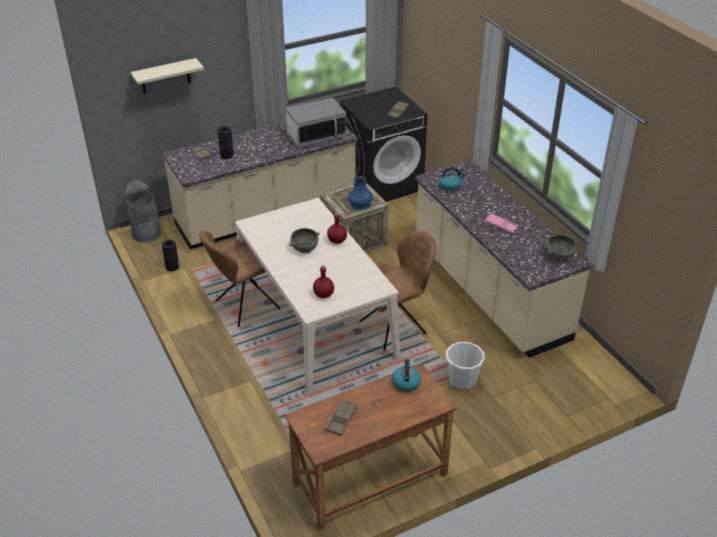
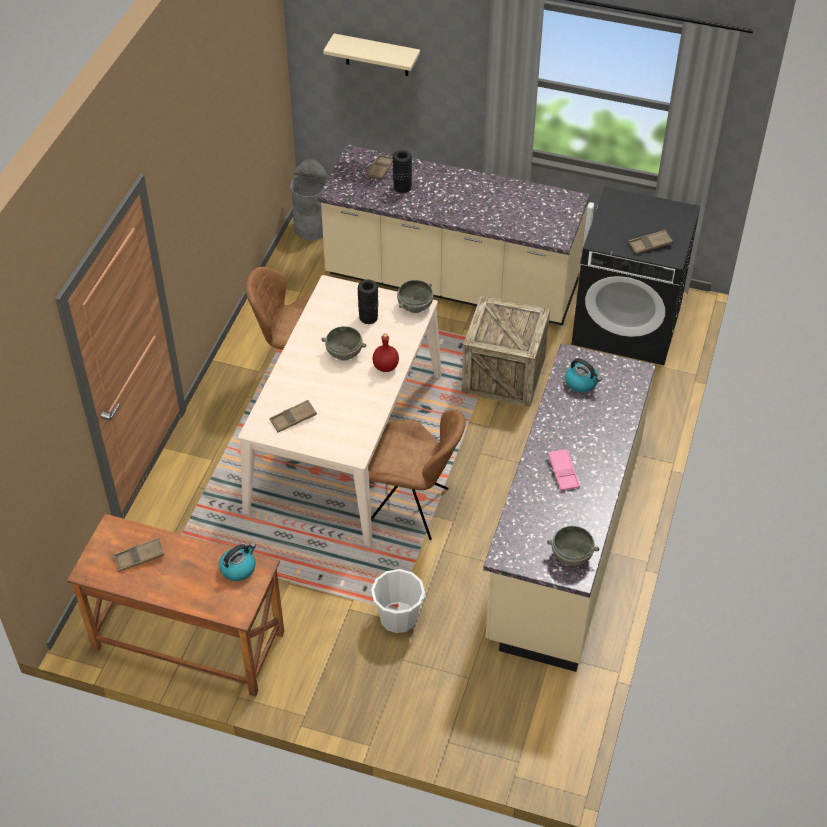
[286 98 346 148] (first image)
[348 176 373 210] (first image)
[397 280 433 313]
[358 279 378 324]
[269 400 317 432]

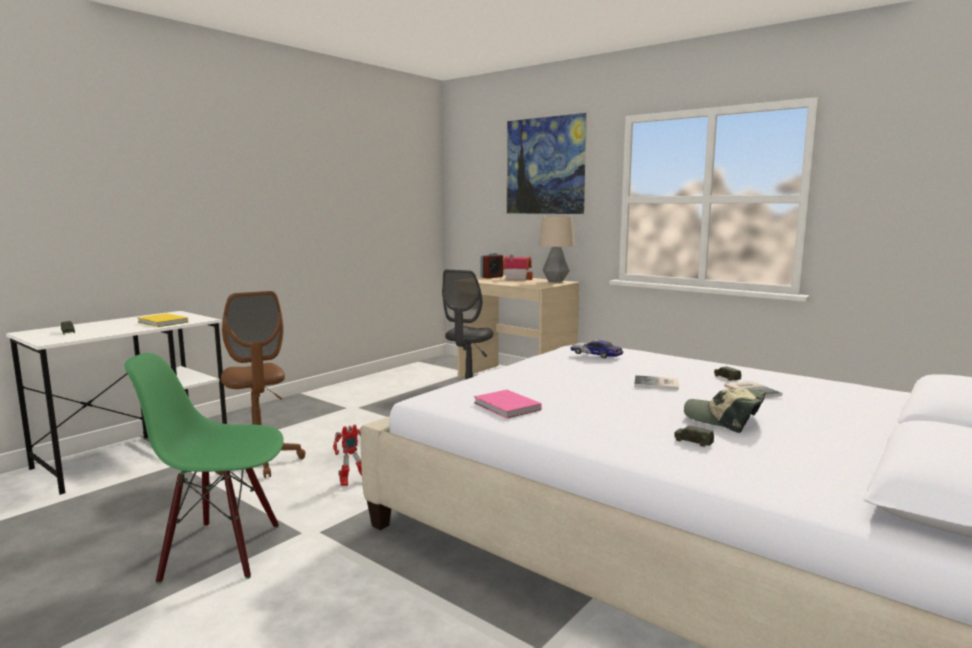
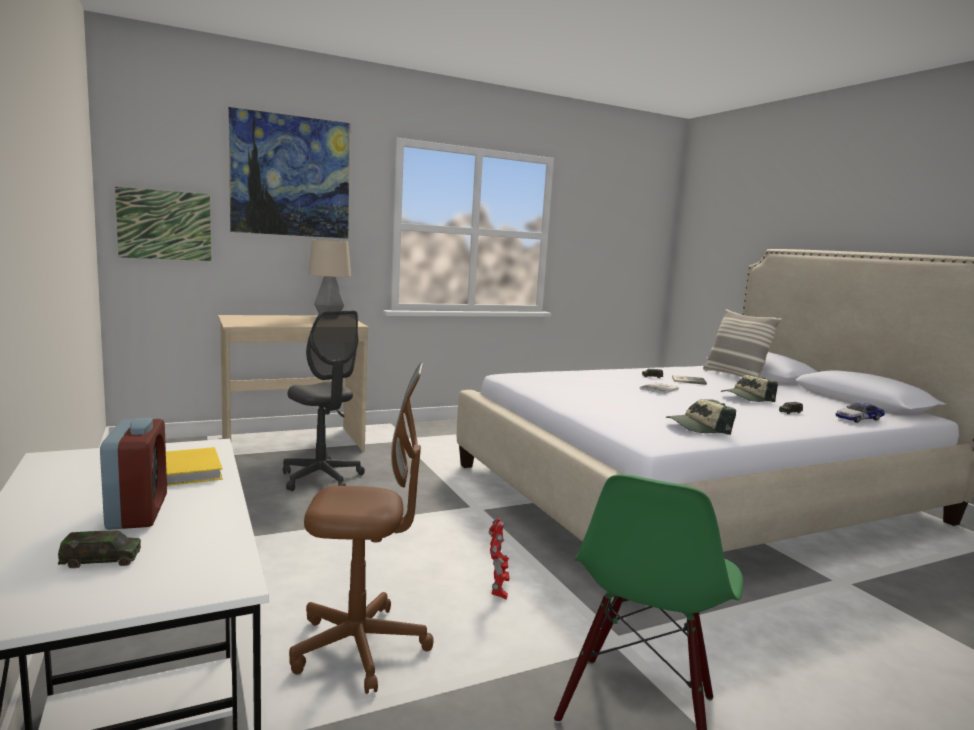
[503 255 533 281] (first image)
[115 187 211 261]
[703 309 782 377]
[100 418 167 530]
[836 402 885 423]
[666 399 736 435]

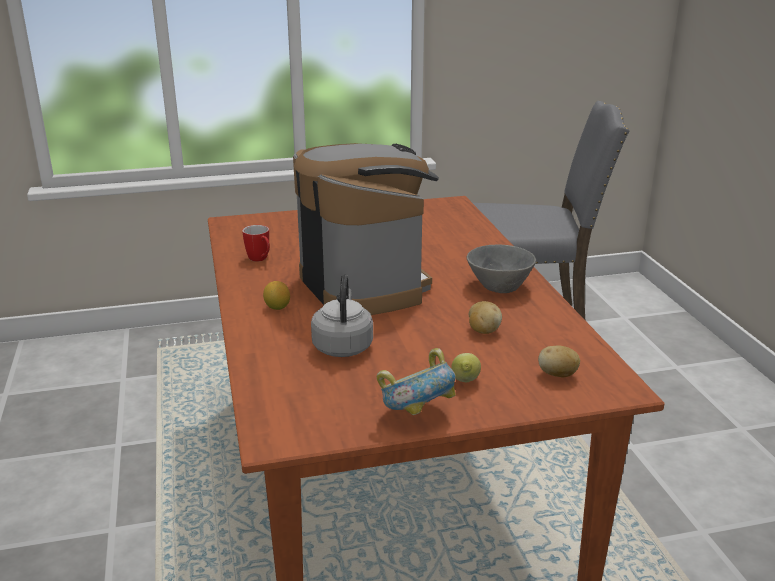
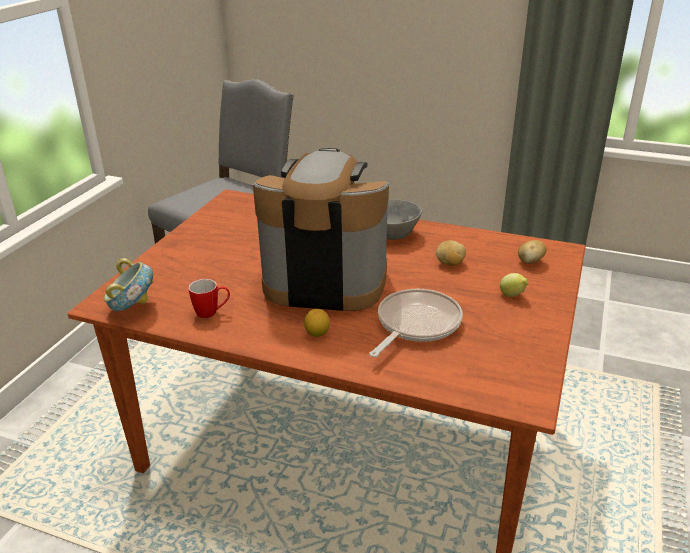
[104 258 153 311]
[369 289 463 357]

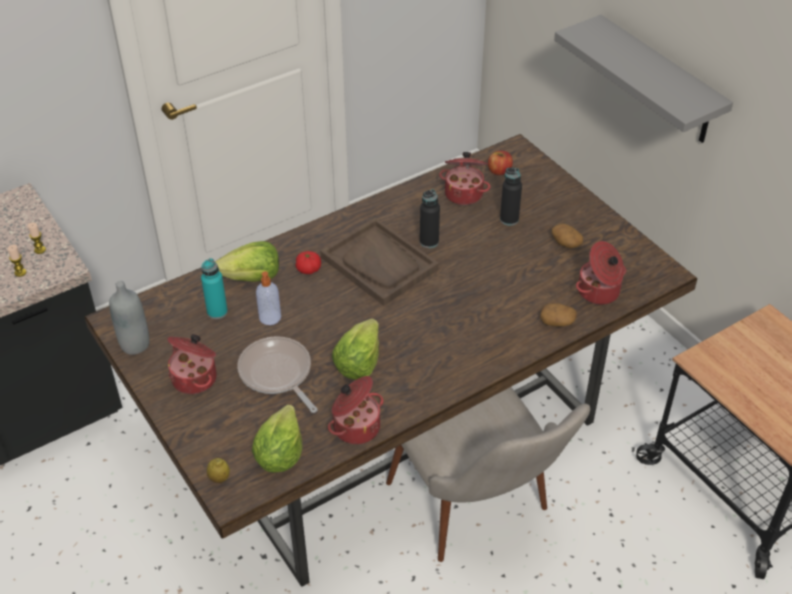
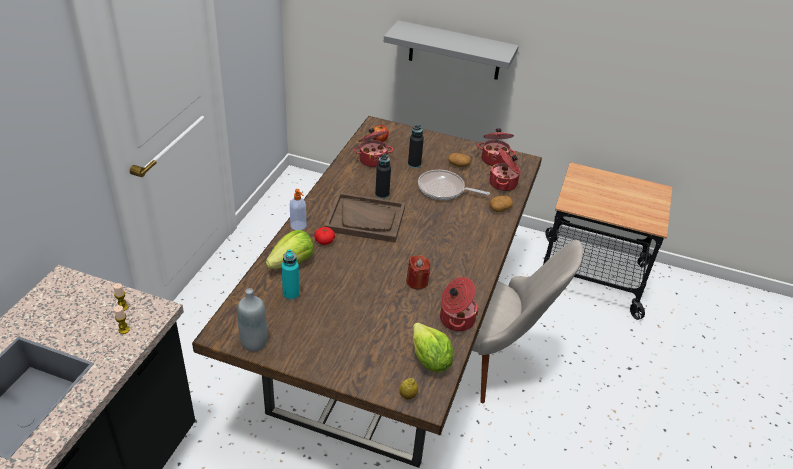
[477 128 516 166]
[418 170 490 200]
[290 189 306 230]
[406 255 430 290]

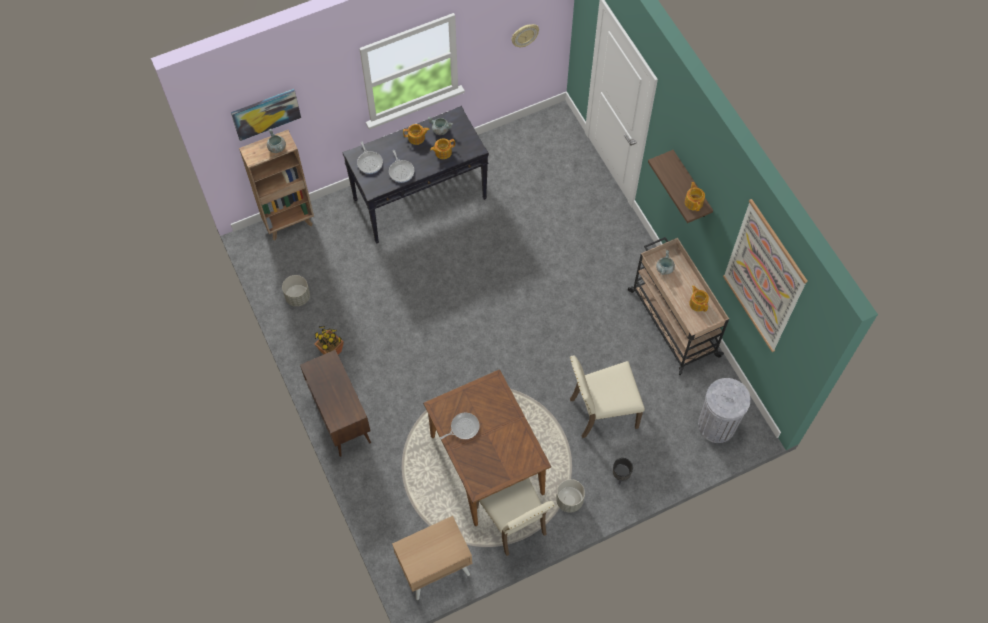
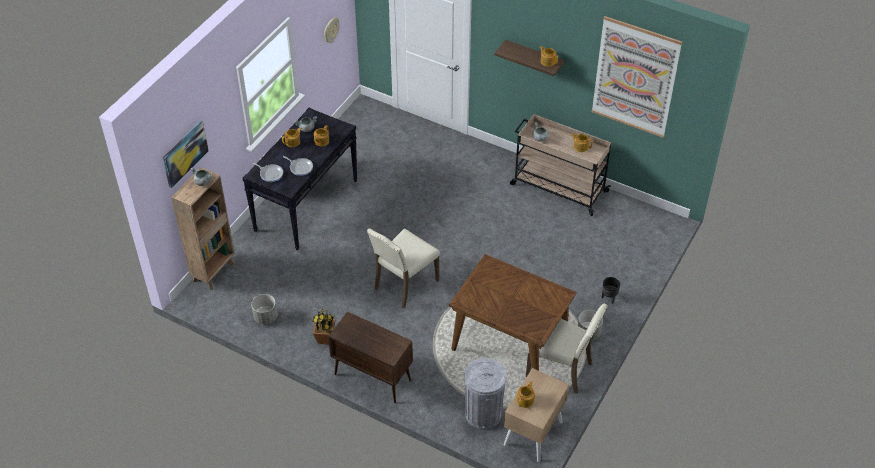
[440 413 479 439] (first image)
[516 382 535 408]
[367 228 440 309]
[464 358 507 430]

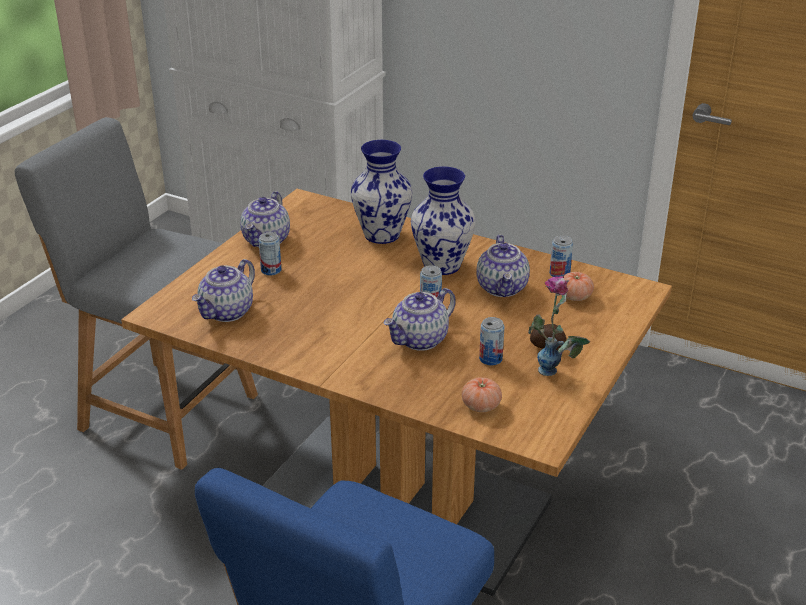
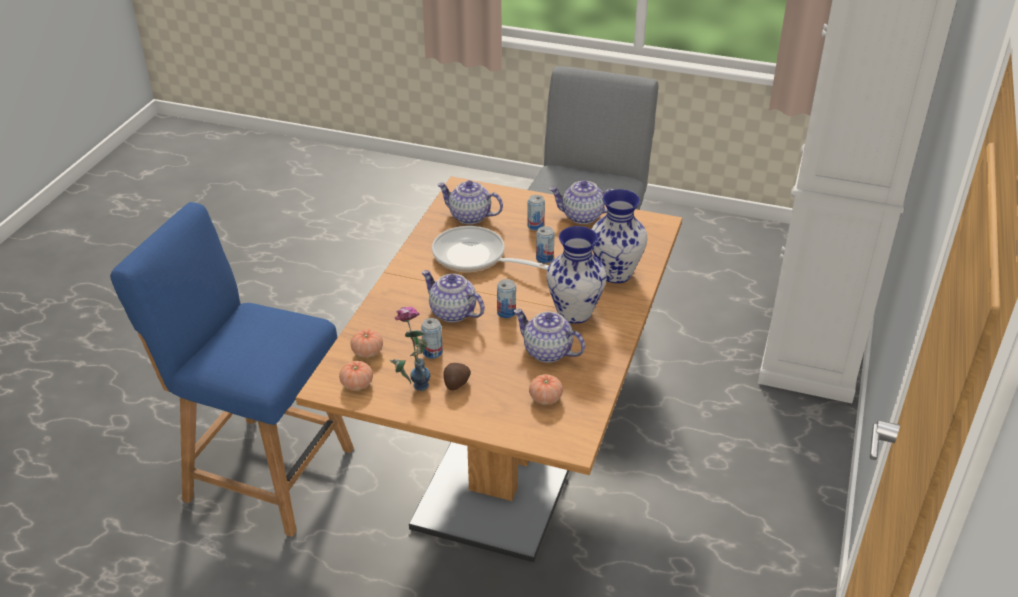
[339 361 373 390]
[432 226 549 272]
[536 226 555 263]
[513 309 585 363]

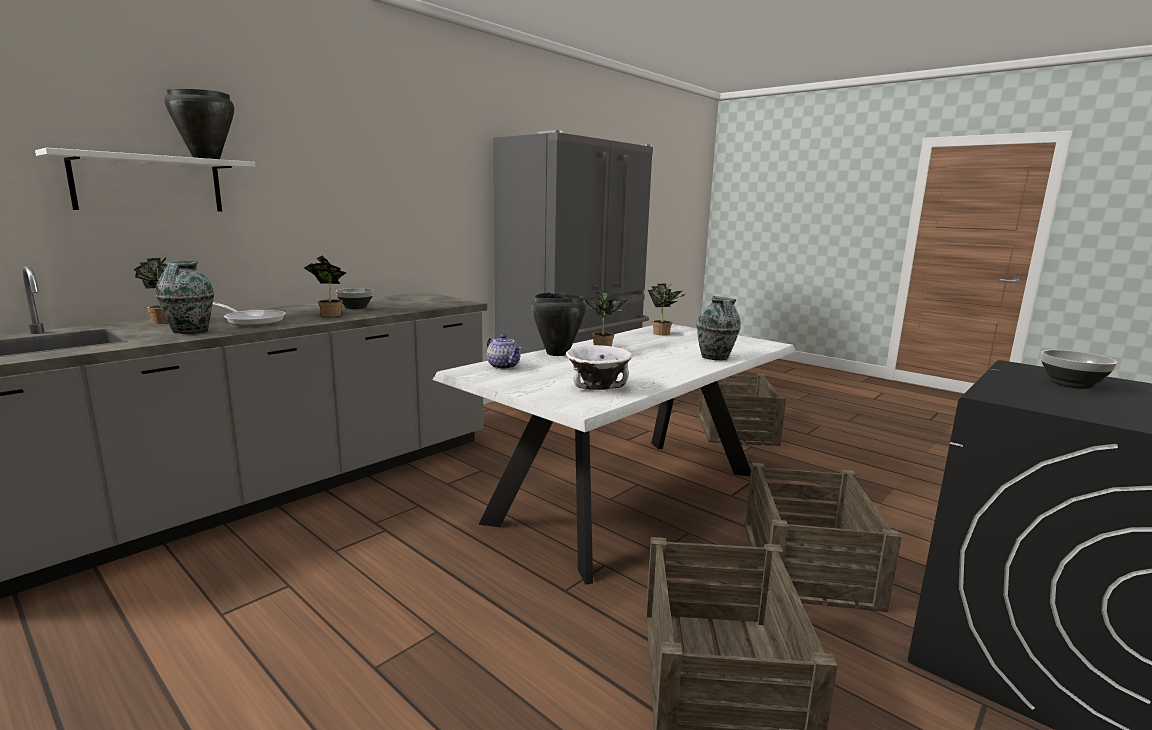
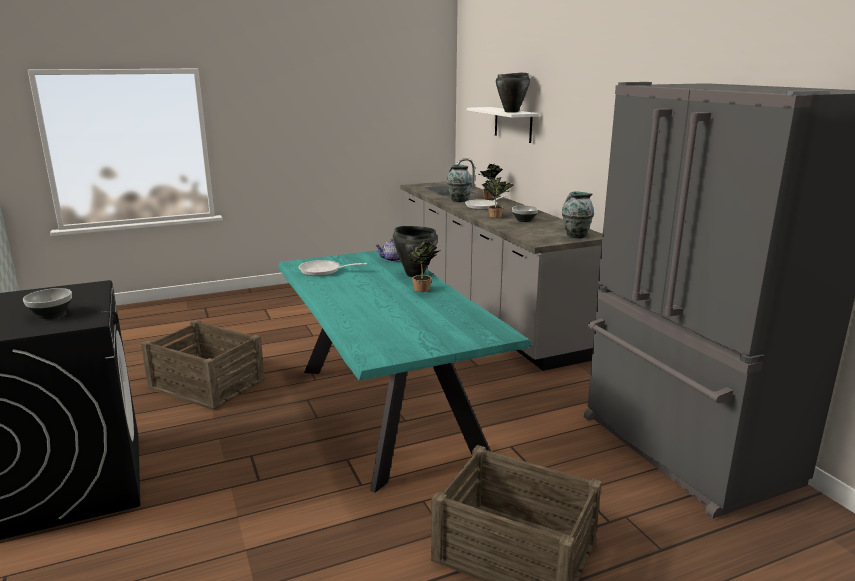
[648 284 685 336] (first image)
[744 463 902 612] (first image)
[562 191 594 238]
[298 260 367 276]
[278 250 533 493]

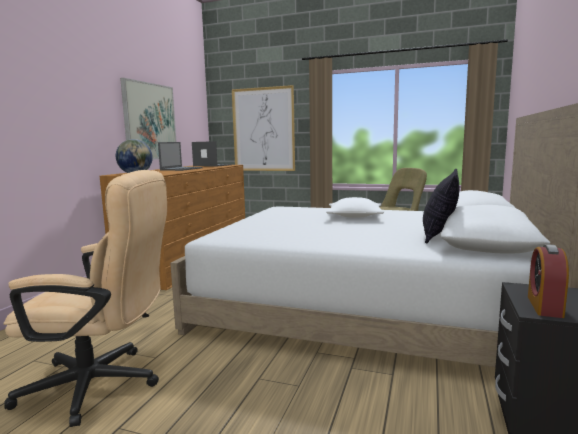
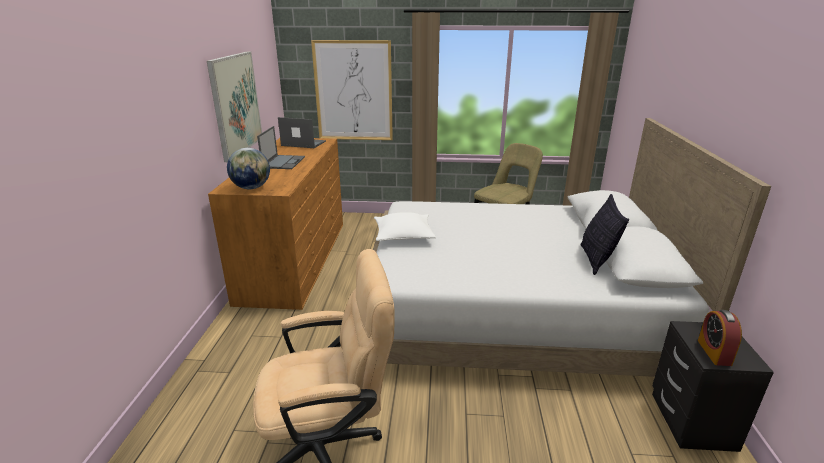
[374 212 436 241]

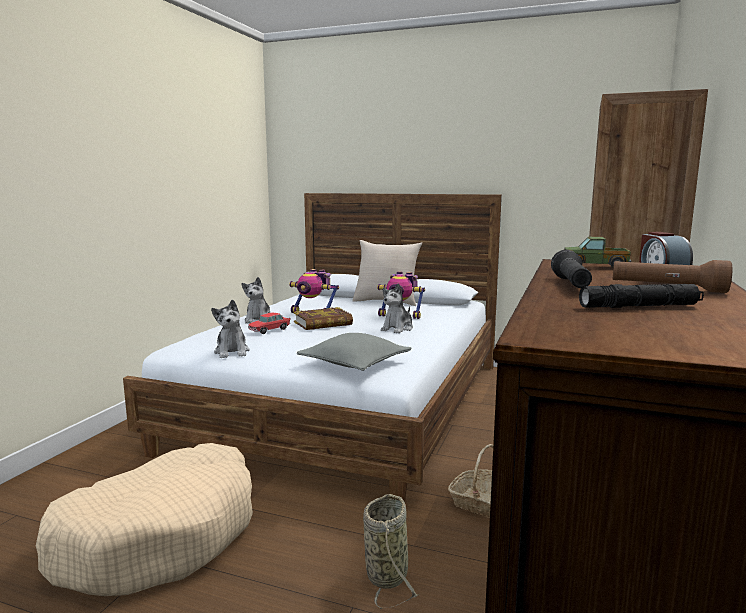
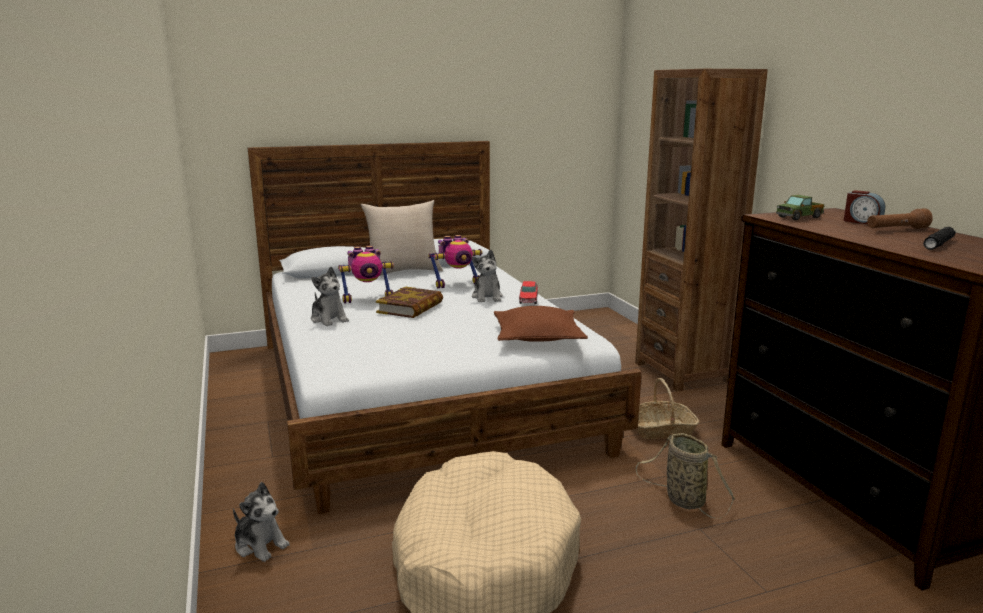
[551 250 592 288] (first image)
[233 482 290 562]
[519 281 538 304]
[494 306 588 342]

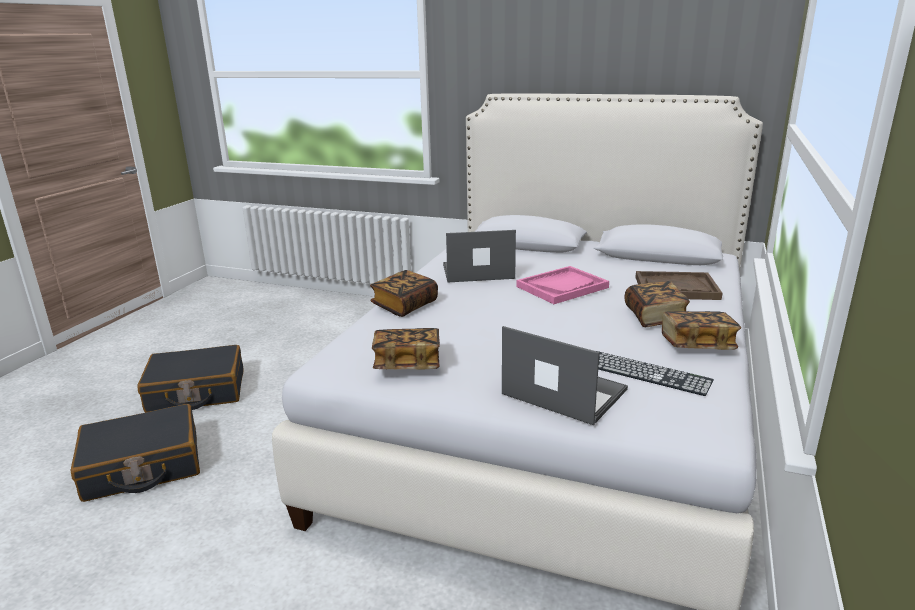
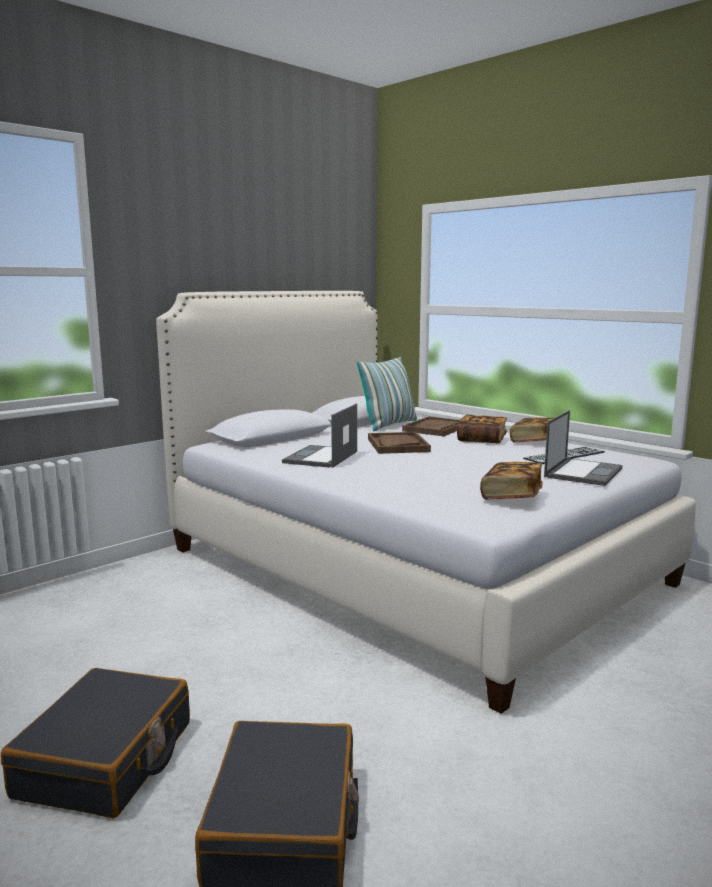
[370 270 438 317] (first image)
[357 357 417 431]
[368 432 431 454]
[544 410 623 486]

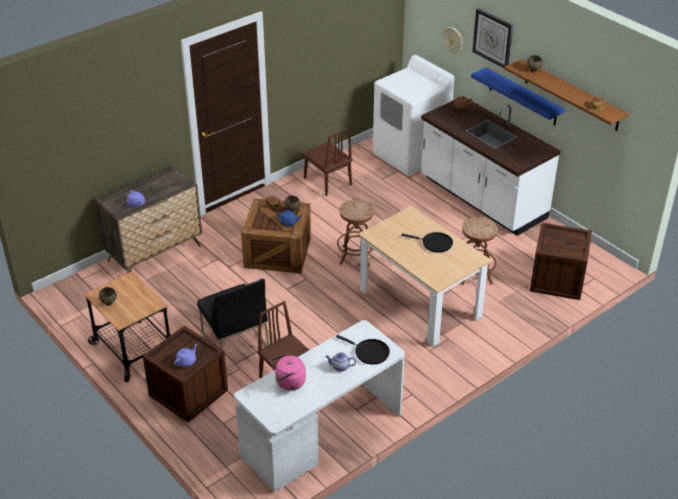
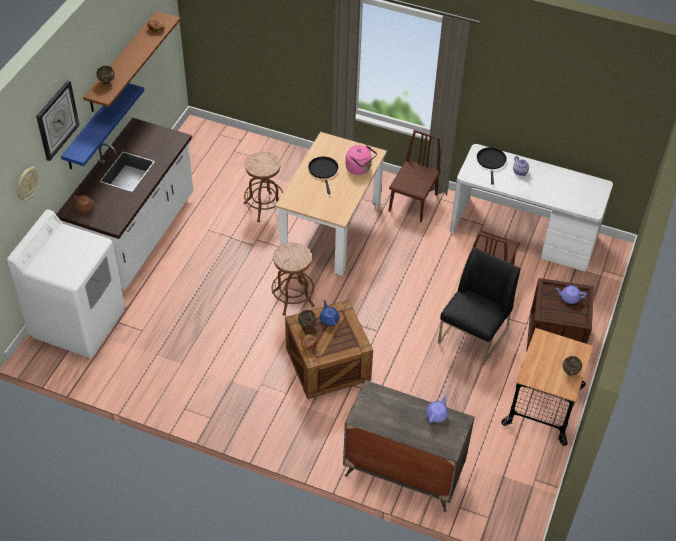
[530 223 592 300] (first image)
[346 145 377 175]
[388 130 441 222]

